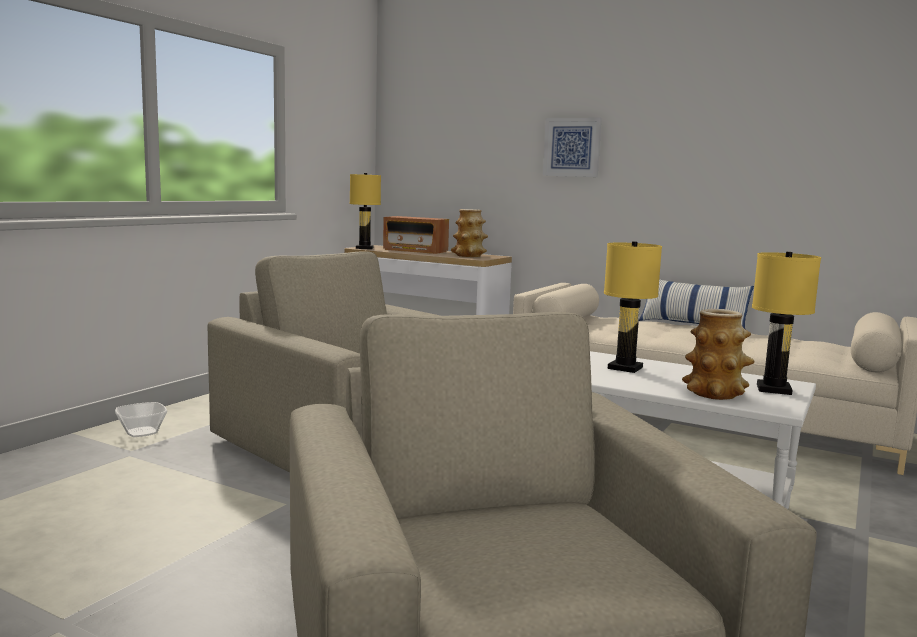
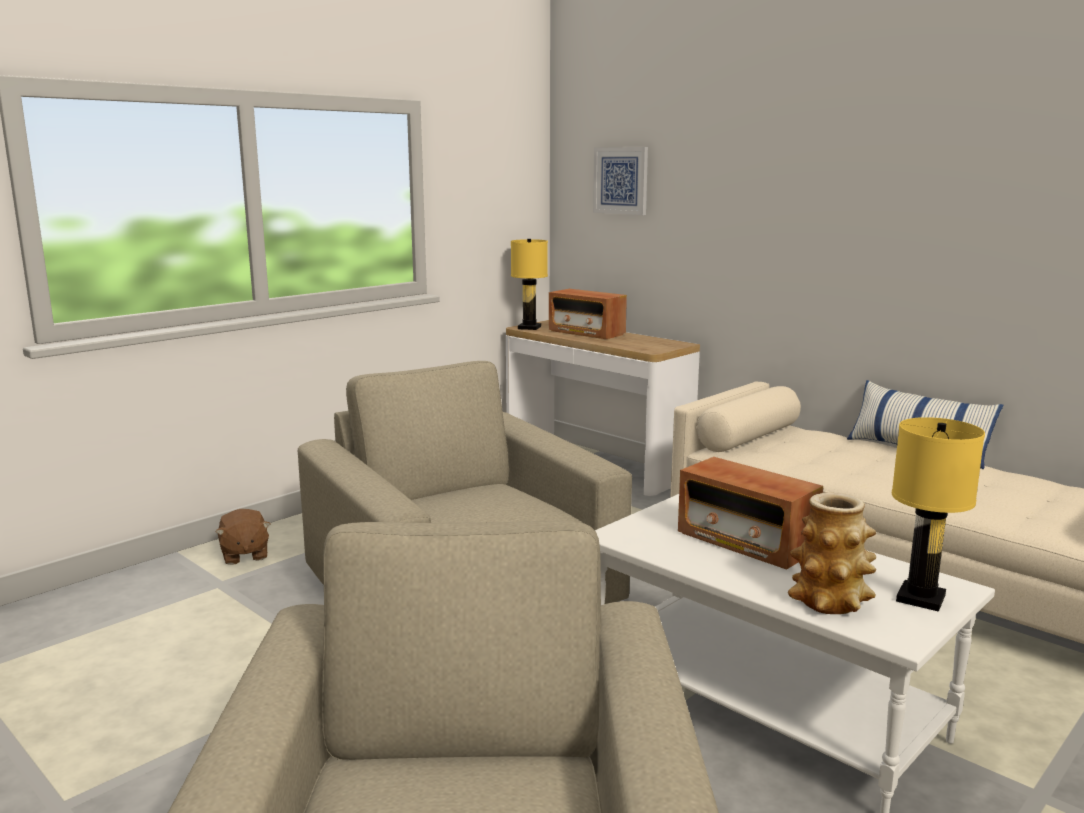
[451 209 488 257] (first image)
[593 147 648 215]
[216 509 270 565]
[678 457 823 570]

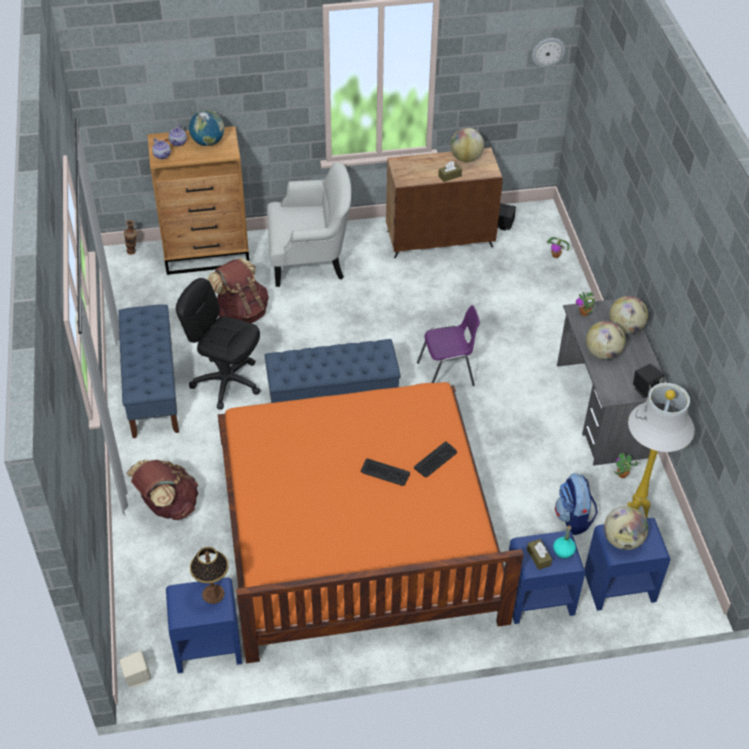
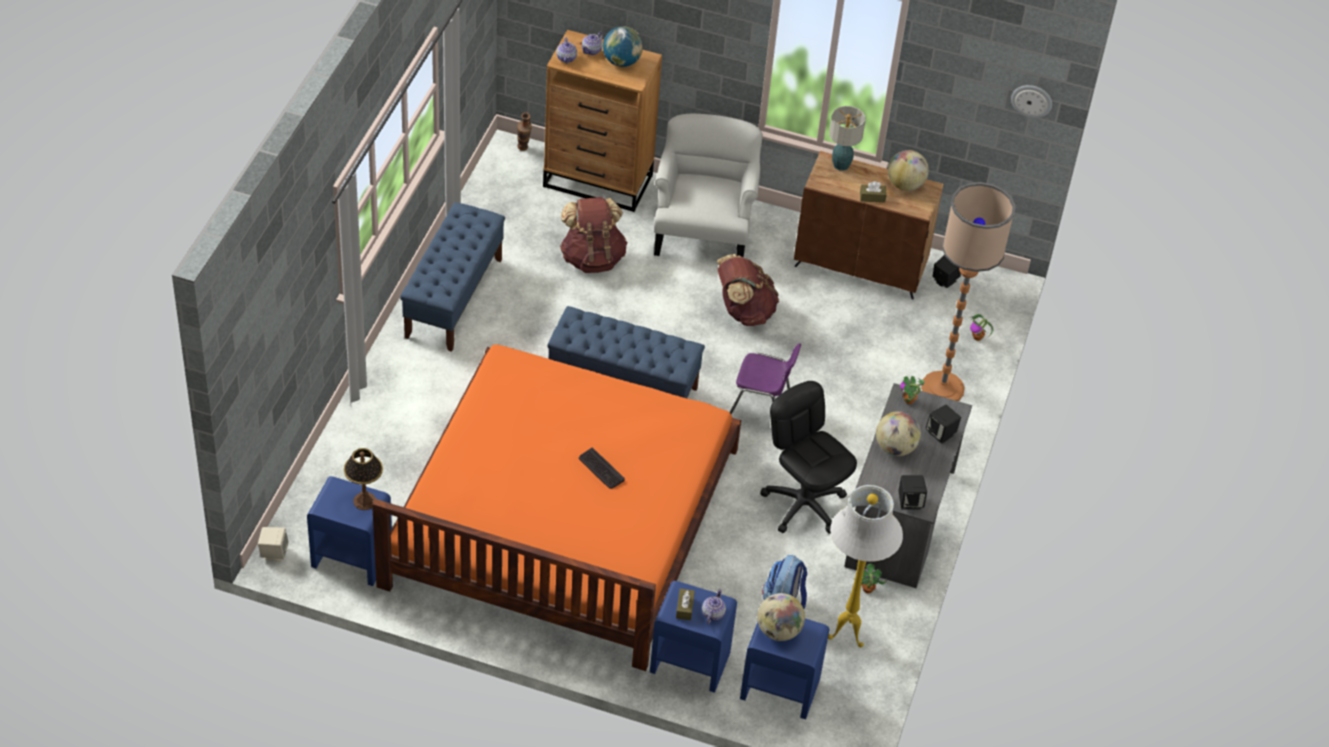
[414 441 457 477] (first image)
[829 106 865 171]
[921 182 1015 401]
[717 254 779 326]
[760 381 857 534]
[702 589 726 624]
[926 405 961 444]
[654 114 763 257]

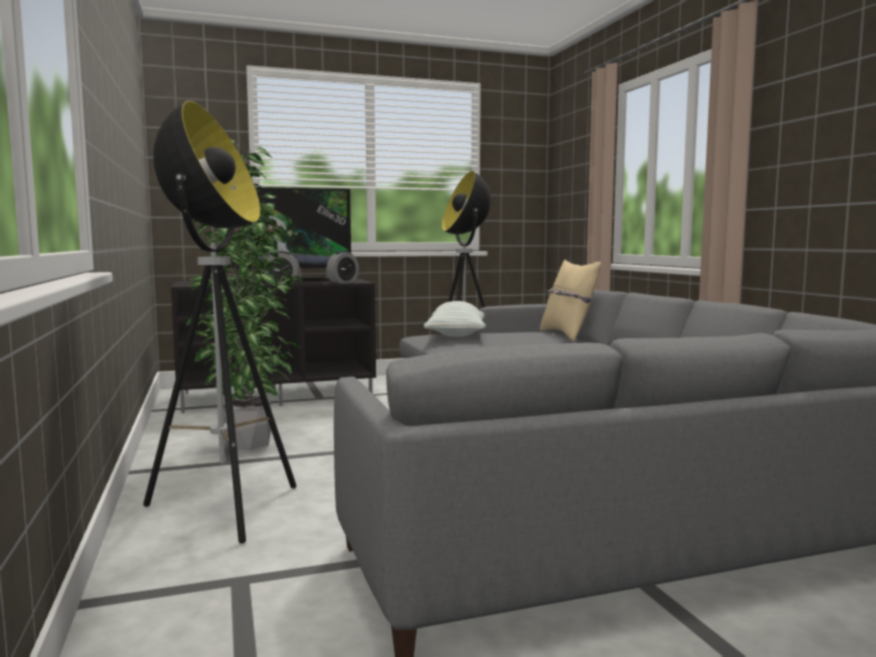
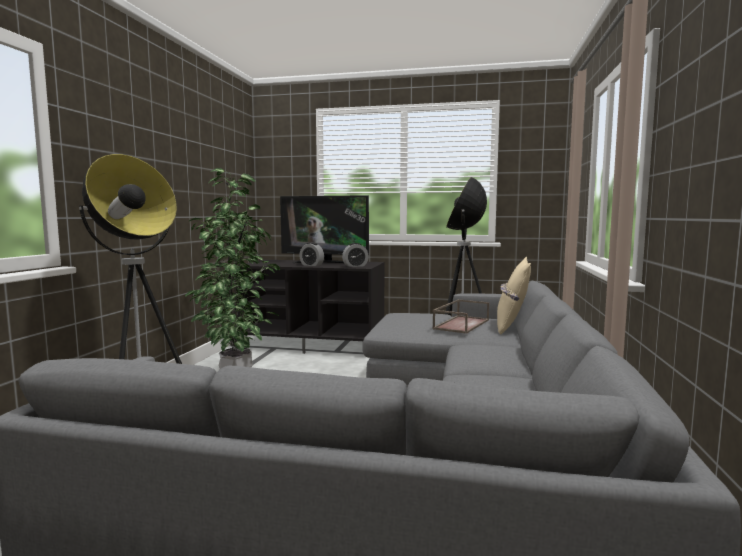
[424 301 486 337] (first image)
[433 299 489 334]

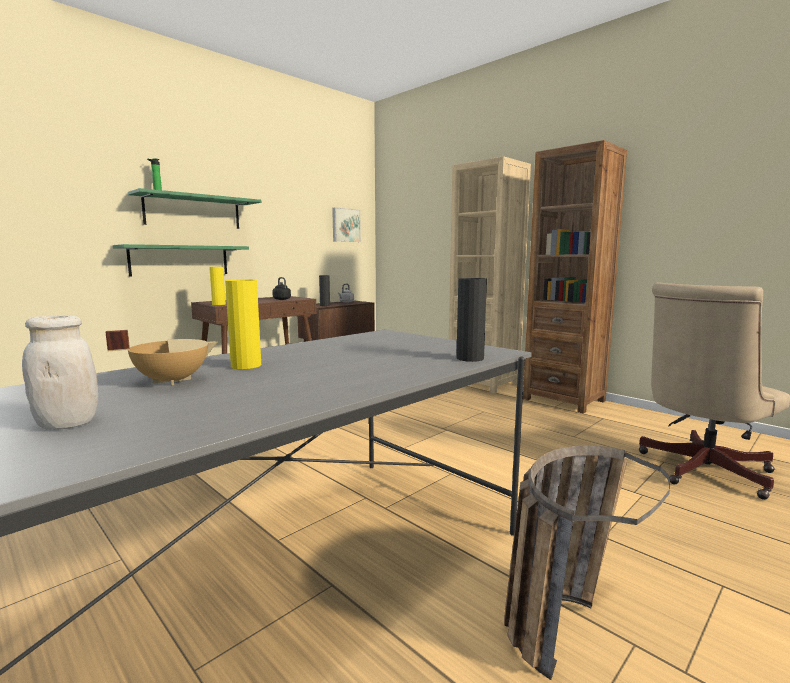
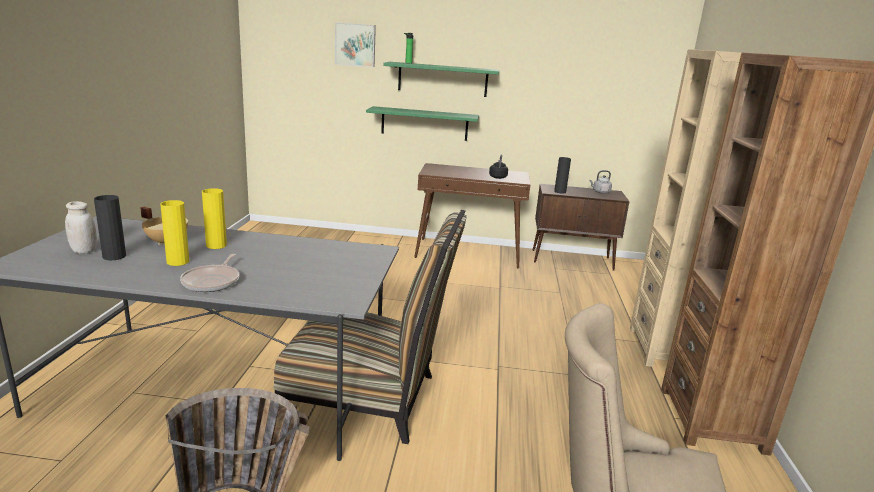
[180 254 239 292]
[274 210 467 444]
[160 200 189 266]
[335 23 376 67]
[94 195 126 260]

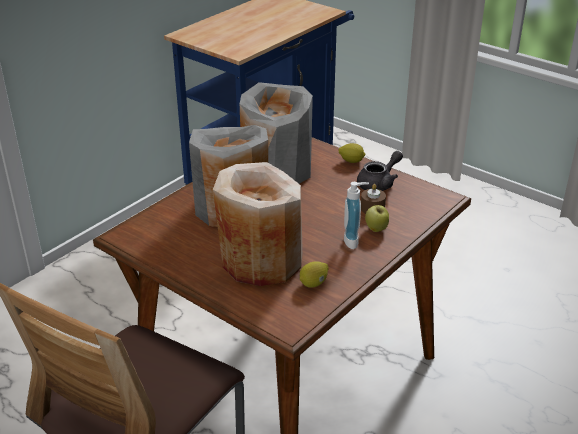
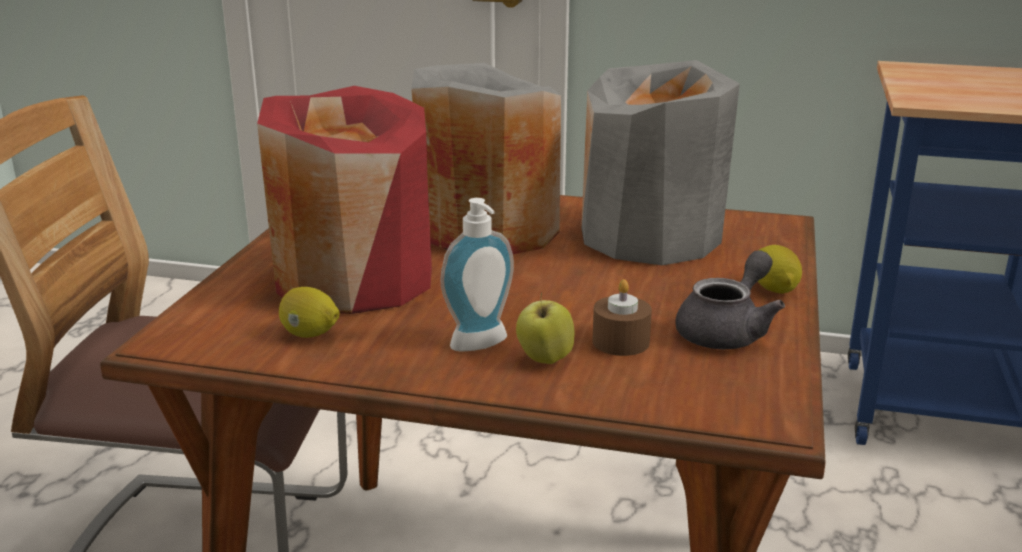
[257 86 432 314]
[675 250 785 349]

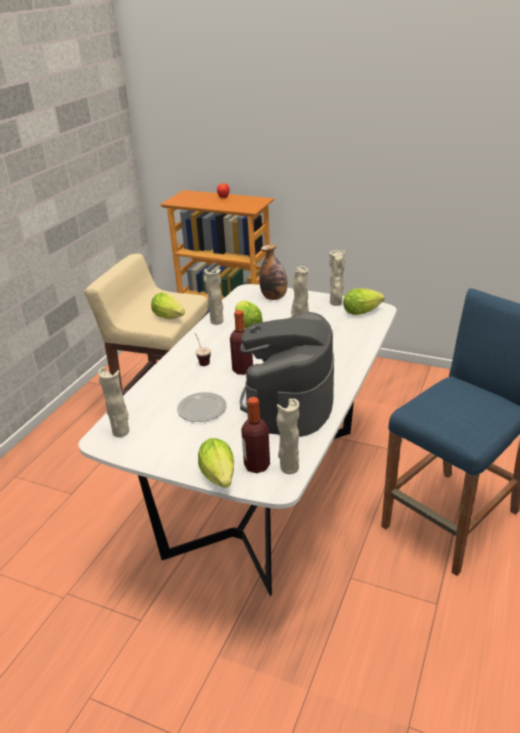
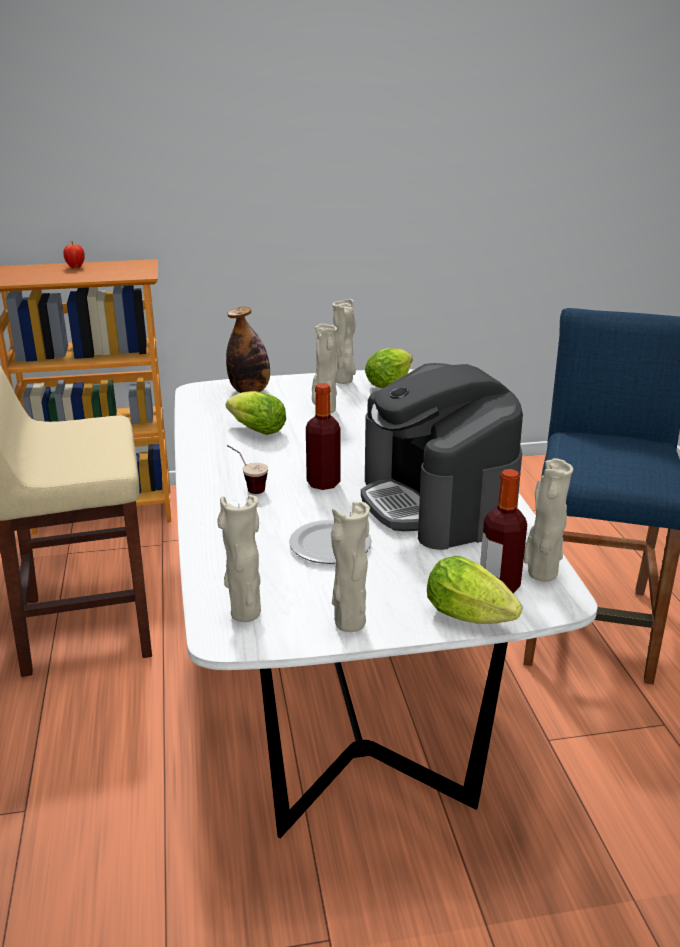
[151 292 185 319] (first image)
[331 501 370 632]

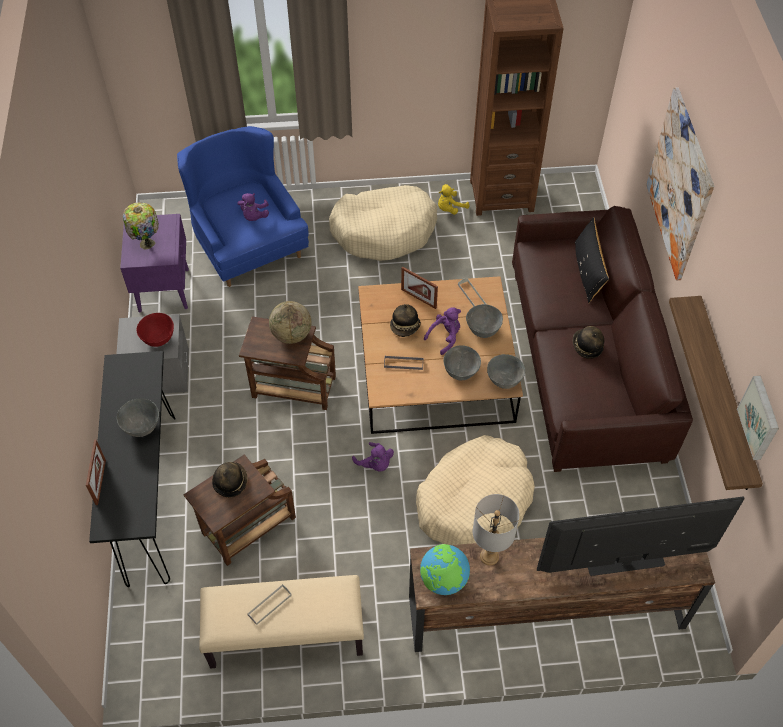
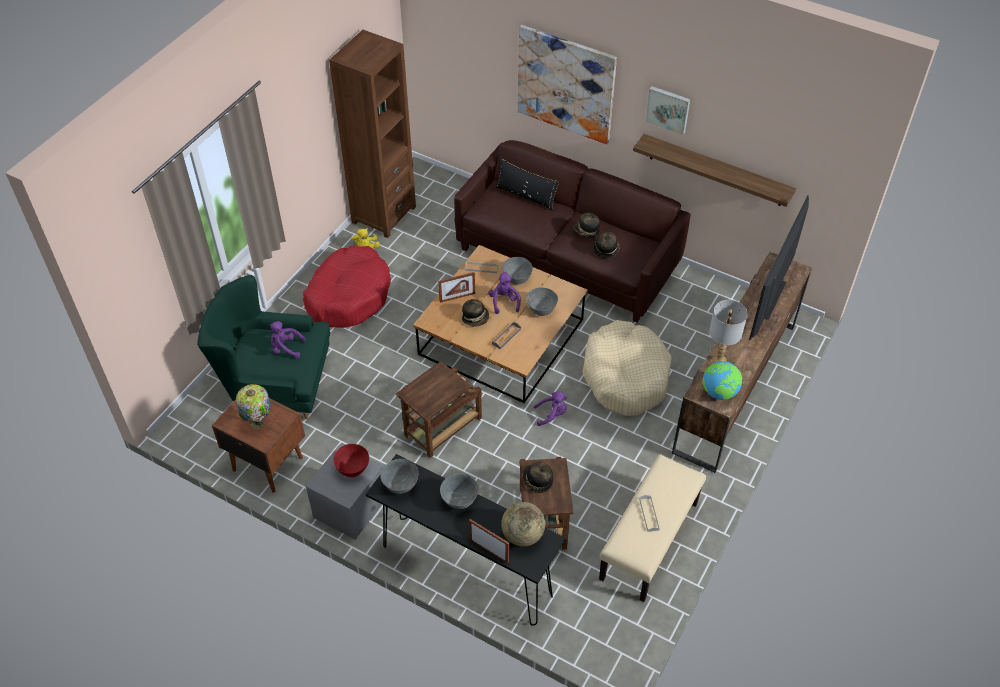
[593 232 620 259]
[501 502 545 546]
[381 459 418 494]
[645 86 690 135]
[212 398 305 493]
[197 275 330 419]
[303 245 391 328]
[269 321 306 358]

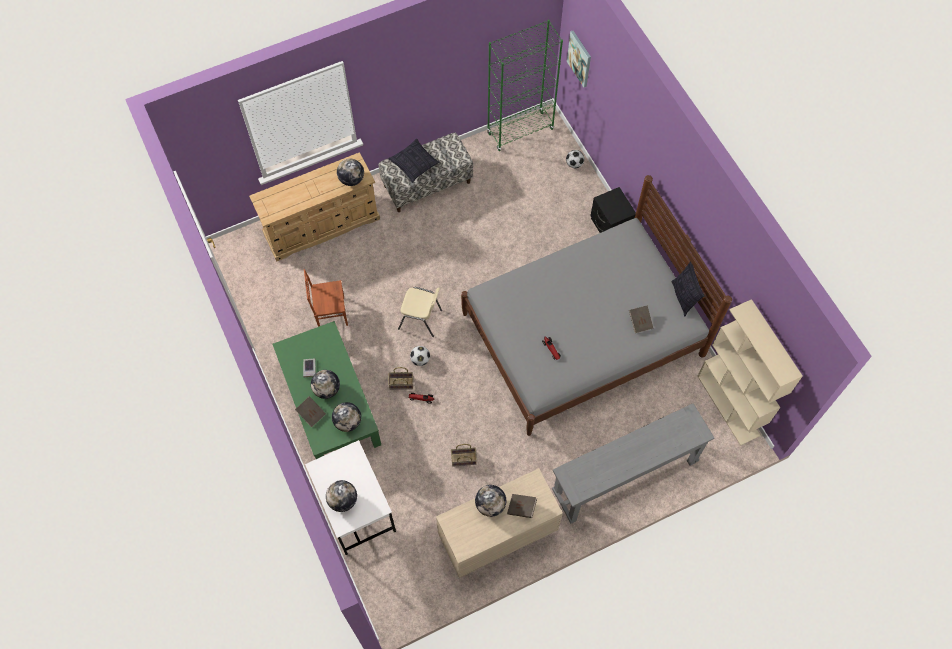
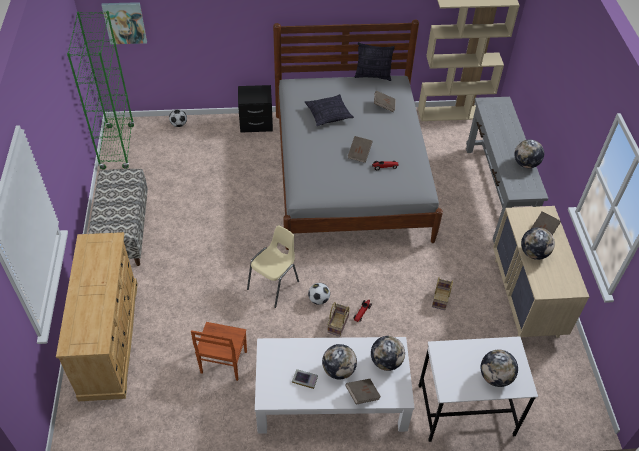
[347 136 373 163]
[514 139 544 168]
[305 94 354 126]
[255 337 415 434]

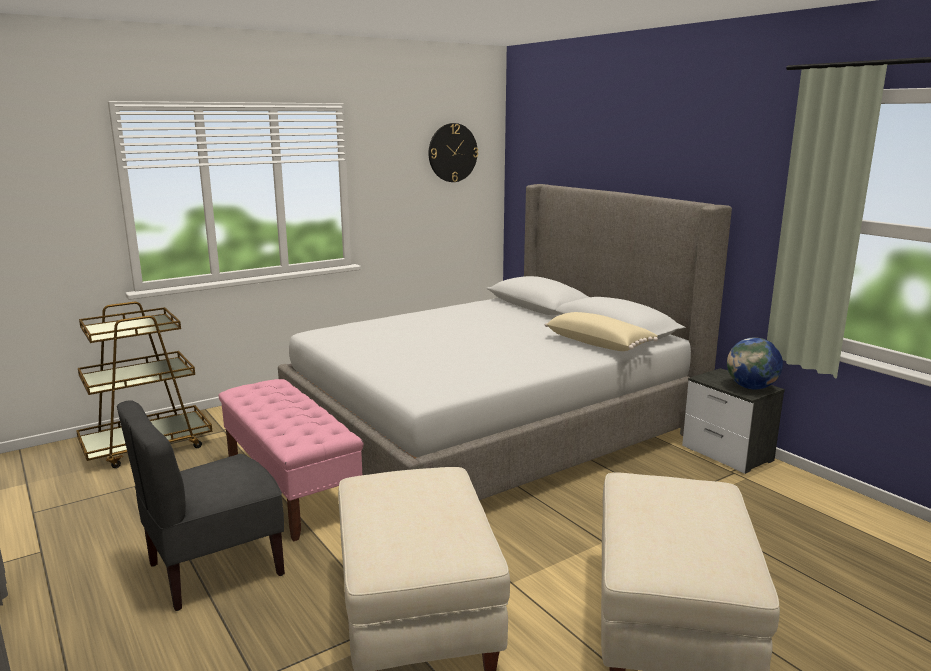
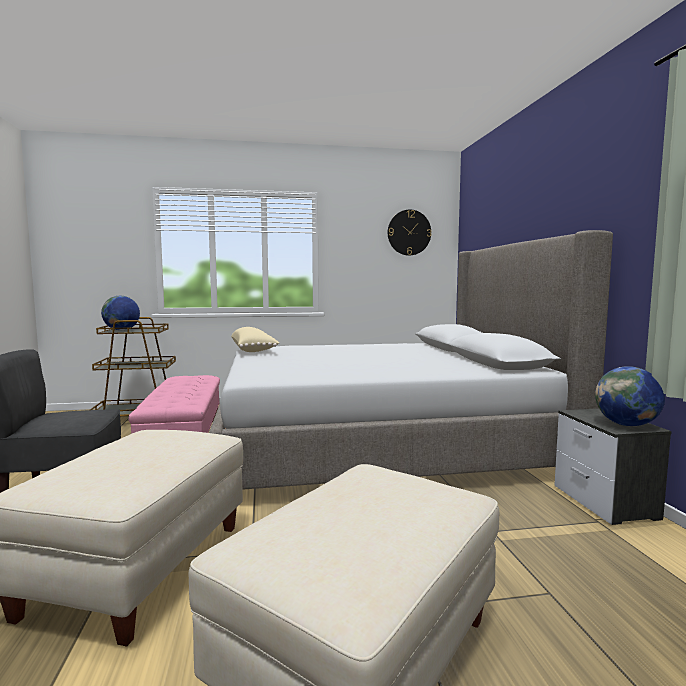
[101 296 140 330]
[231 327 279 352]

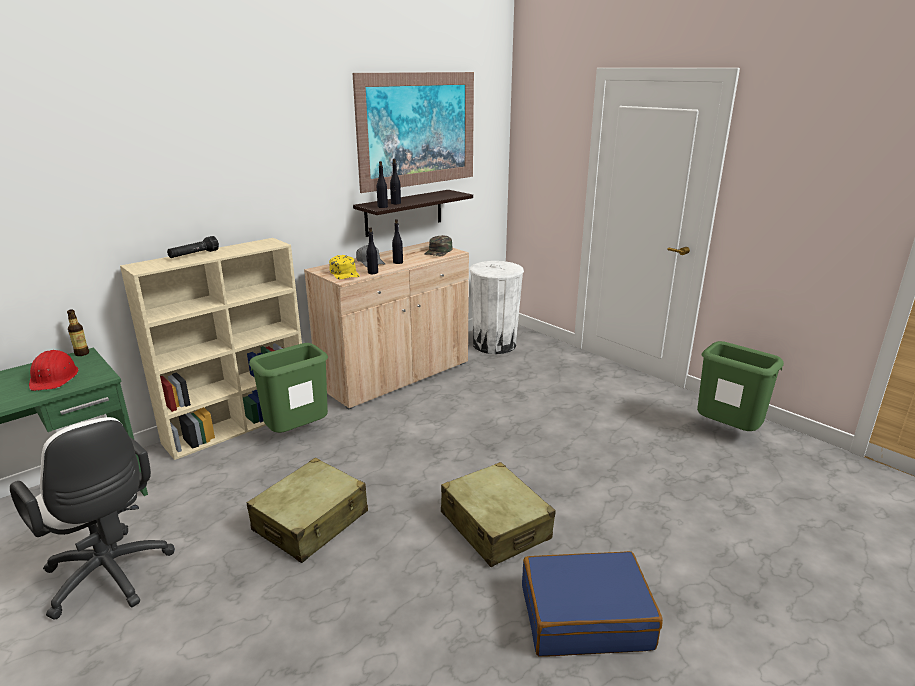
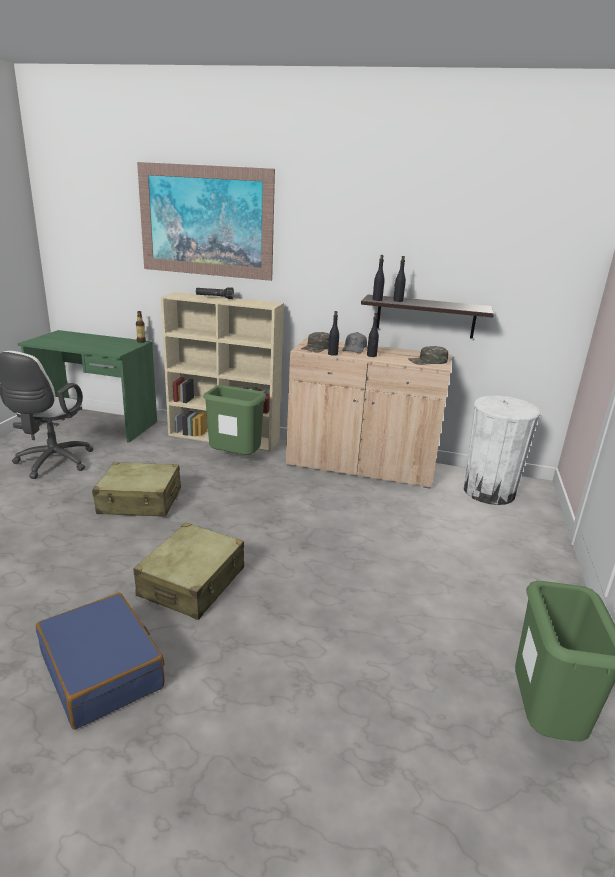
[29 350 79 391] (first image)
[137 162 275 281]
[301 332 329 353]

